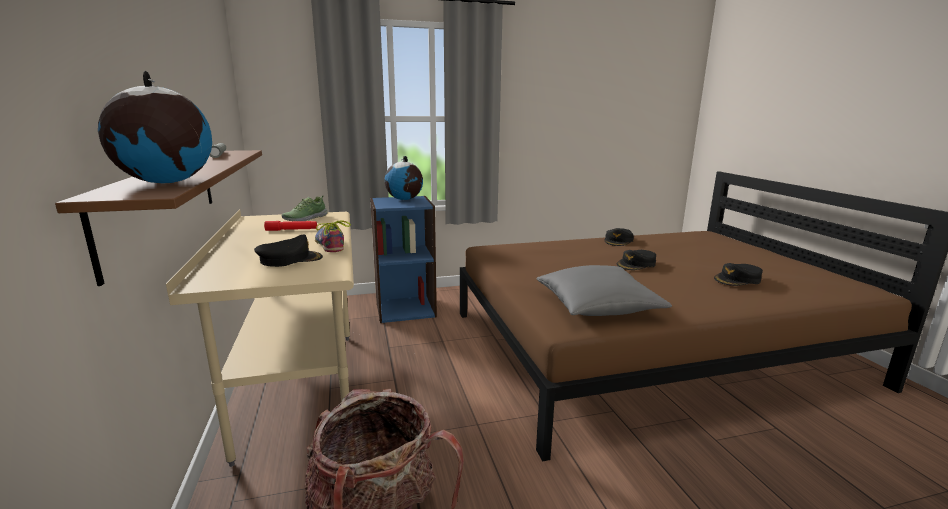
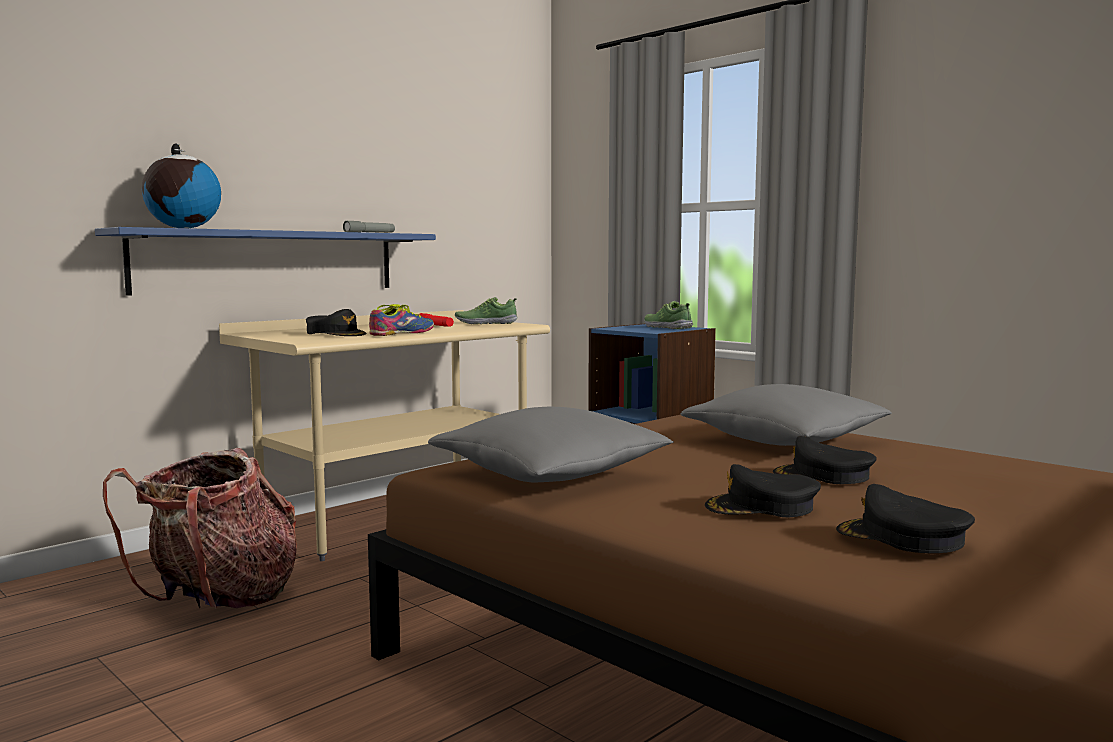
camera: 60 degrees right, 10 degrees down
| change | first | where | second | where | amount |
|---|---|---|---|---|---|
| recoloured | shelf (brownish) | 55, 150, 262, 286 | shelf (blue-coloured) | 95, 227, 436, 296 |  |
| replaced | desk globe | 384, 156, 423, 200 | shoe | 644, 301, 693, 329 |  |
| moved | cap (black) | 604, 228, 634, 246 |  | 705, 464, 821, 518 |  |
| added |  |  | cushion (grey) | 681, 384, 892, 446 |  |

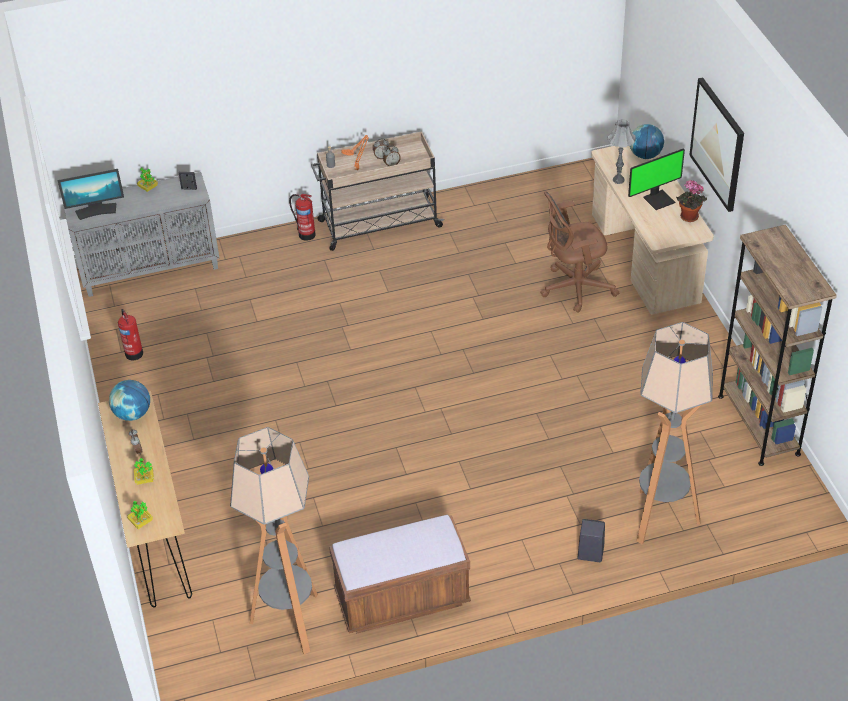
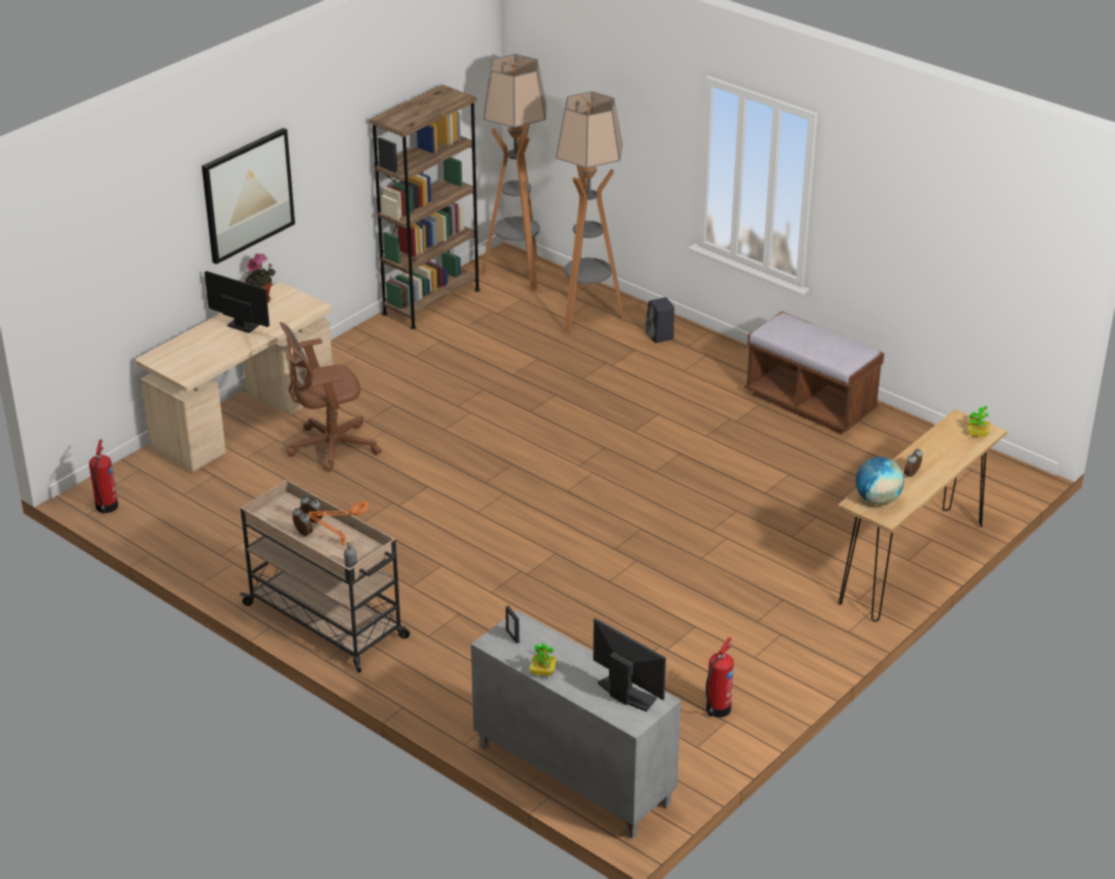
camera: 125 degrees left, 10 degrees down
| change | first | where | second | where | amount |
|---|---|---|---|---|---|
| removed | table lamp (grey) | 607, 119, 636, 184 |  |  |  |
| removed | desk globe | 630, 124, 664, 159 |  |  |  |
| turned | desk chair (brownish) | 540, 191, 619, 313 |  | 280, 322, 381, 472 | 120 degrees clockwise |
| moved | fire extinguisher | 289, 194, 316, 241 |  | 89, 439, 118, 514 |  |
| moved | floor lamp | 230, 427, 318, 654 |  | 481, 54, 546, 291 |  |
| removed | potted plant | 134, 458, 154, 485 |  |  |  |

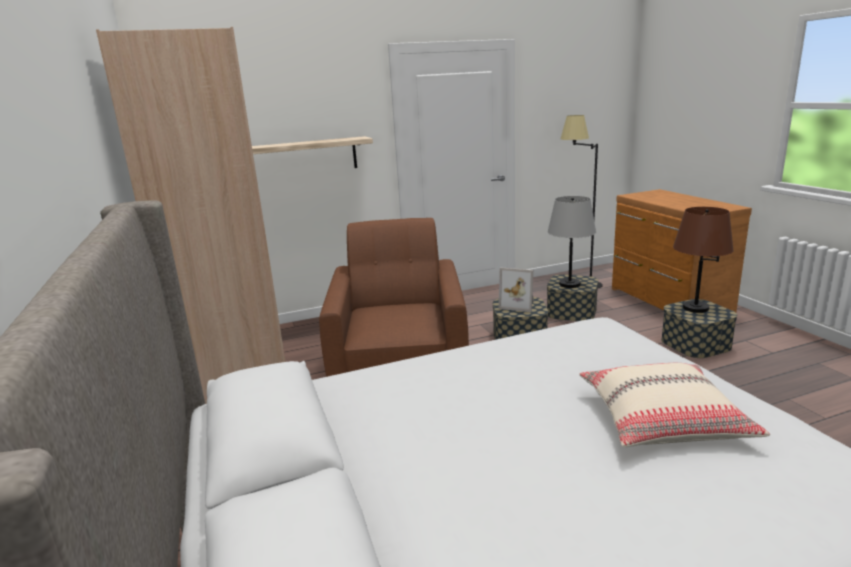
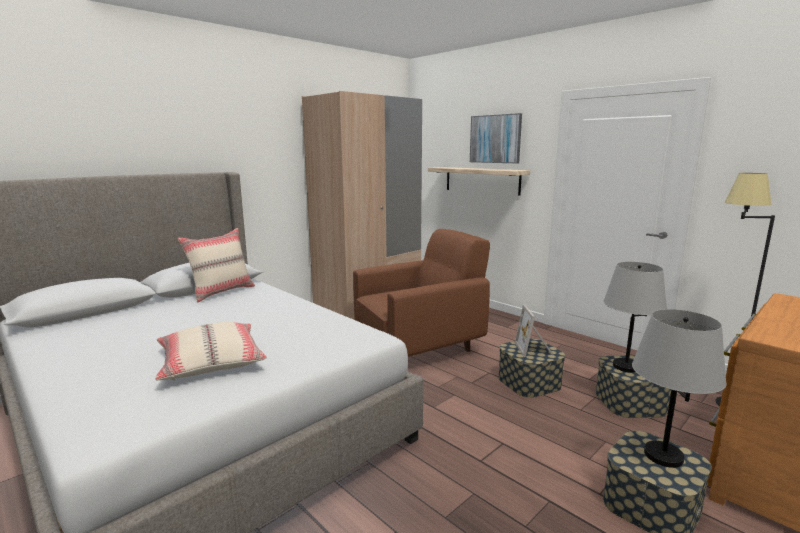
camera: 65 degrees right, 5 degrees down
| change | first | where | second | where | amount |
|---|---|---|---|---|---|
| recoloured | table lamp (brownish) | 673, 207, 734, 313 | table lamp (grey) | 632, 309, 726, 468 |  |
| added |  |  | wall picture | 470, 113, 522, 163 |  |
| added |  |  | cushion (beige) | 178, 228, 255, 302 |  |

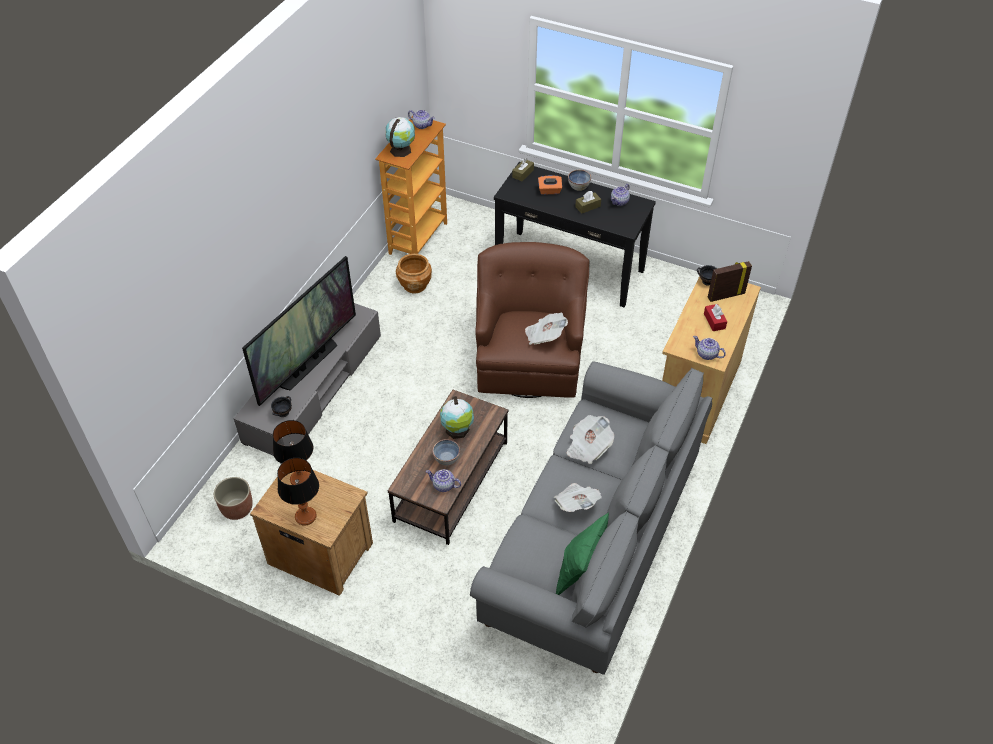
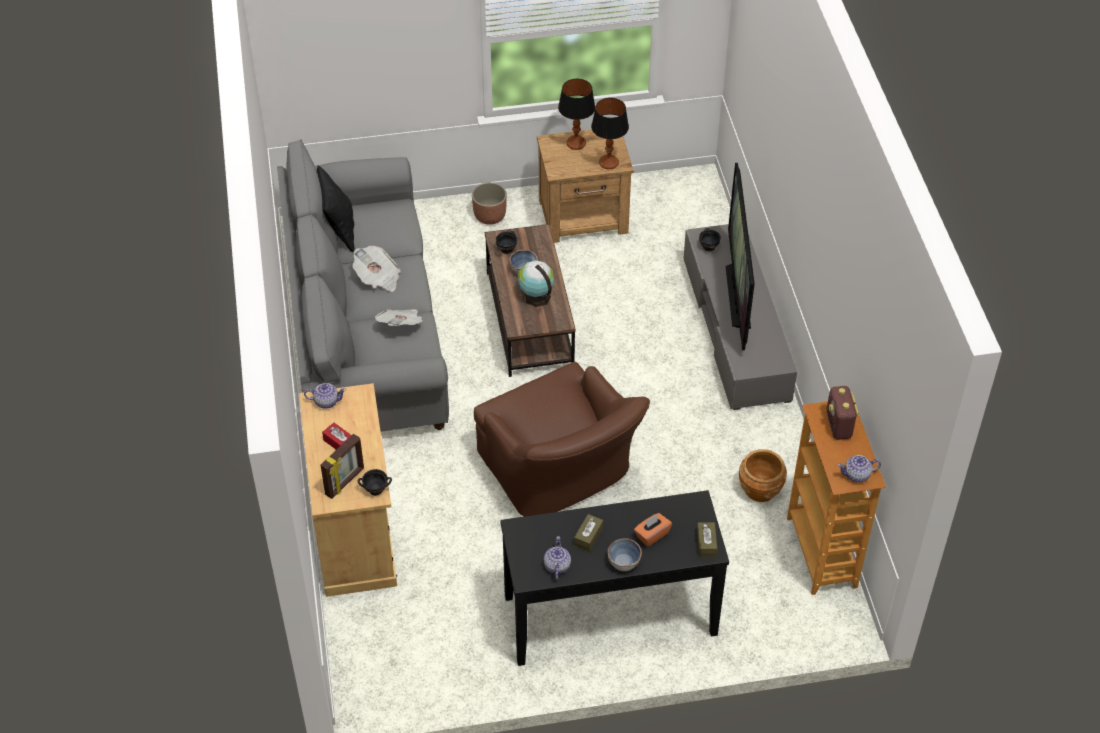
camera: 145 degrees right, 0 degrees up
| change | first | where | second | where | amount |
|---|---|---|---|---|---|
| replaced | desk globe | 386, 117, 415, 157 | radio | 826, 386, 859, 440 |  |
| removed | daily paper | 525, 313, 568, 345 |  |  |  |
| replaced | tea pot | 426, 469, 461, 492 | deep dish (black) | 496, 231, 517, 254 |  |
| moved | planter | 214, 477, 253, 520 |  | 472, 182, 507, 225 |  |
| recoloured | cushion (greenish) | 556, 513, 609, 595 | cushion (black) | 317, 165, 355, 253 |  |

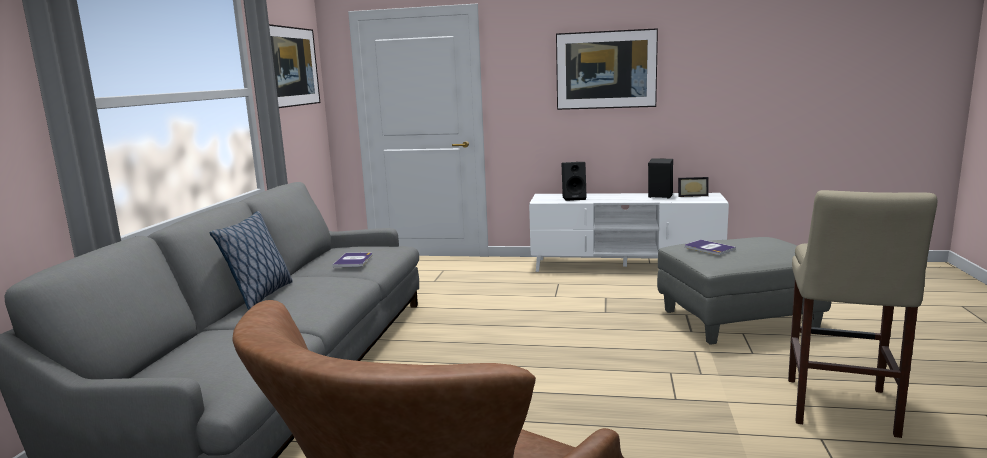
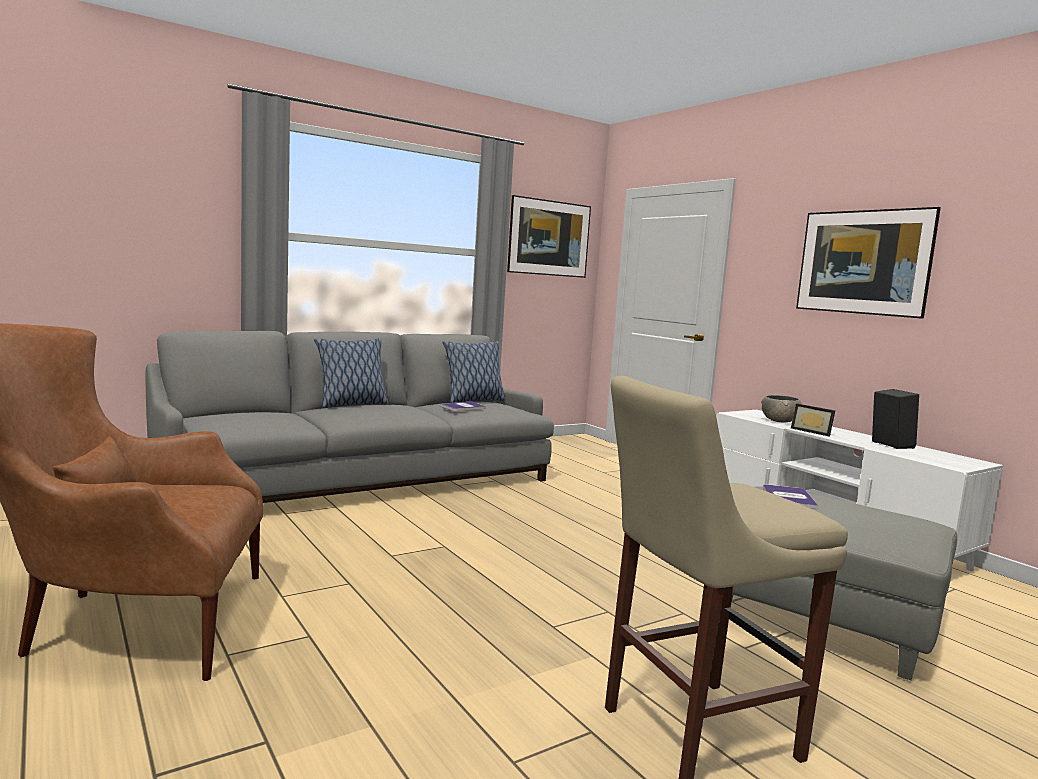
camera: 45 degrees right, 5 degrees down
| change | first | where | second | where | amount |
|---|---|---|---|---|---|
| replaced | loudspeaker (black) | 561, 162, 587, 201 | deep dish (grey) | 761, 395, 802, 422 |  |
| moved | photo frame | 678, 177, 709, 197 |  | 791, 403, 835, 437 |  |
| added |  |  | cushion | 443, 341, 506, 403 |  |

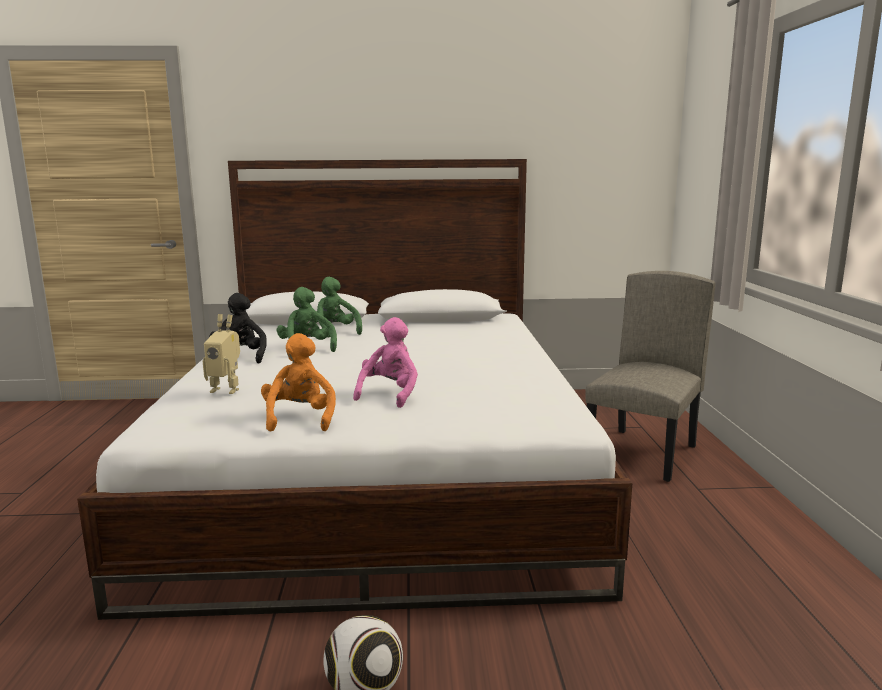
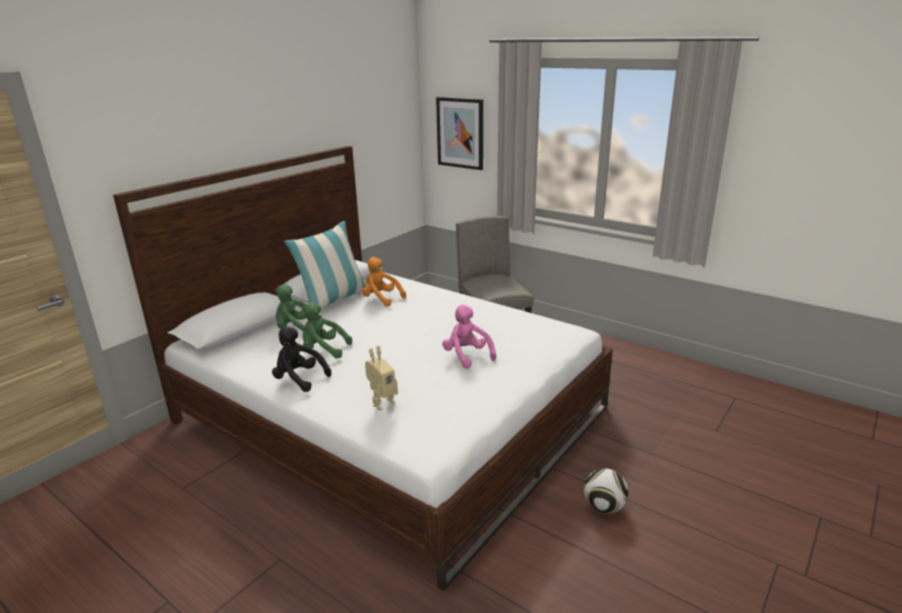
camera: 50 degrees left, 10 degrees up
| change | first | where | second | where | amount |
|---|---|---|---|---|---|
| moved | plush toy (orangey) | 261, 333, 336, 432 |  | 362, 257, 406, 307 |  |
| added |  |  | wall picture | 436, 97, 483, 170 |  |
| added |  |  | cushion | 284, 221, 365, 310 |  |

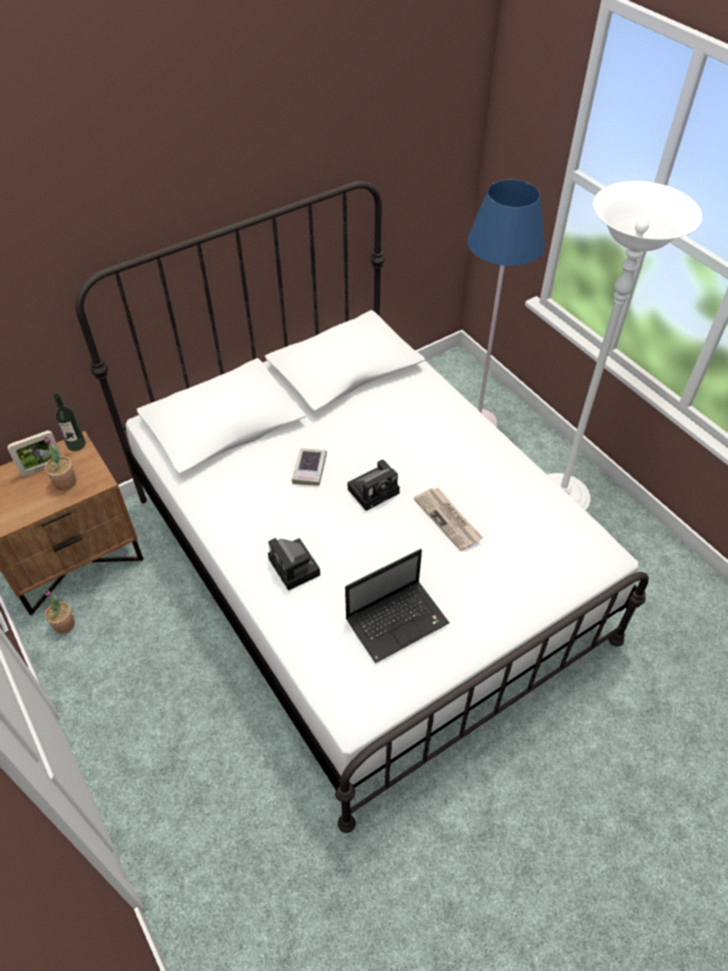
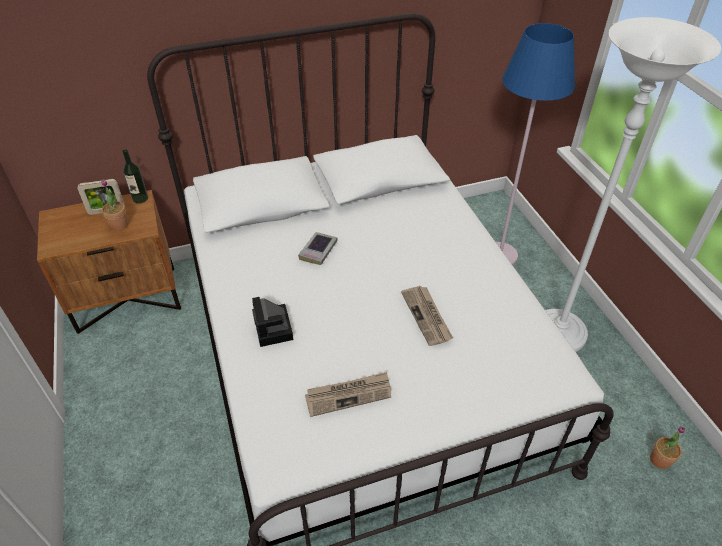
camera: 15 degrees right, 5 degrees down
| change | first | where | second | where | amount |
|---|---|---|---|---|---|
| removed | photo camera | 348, 459, 400, 511 |  |  |  |
| replaced | notebook computer | 345, 549, 450, 663 | daily paper | 305, 372, 391, 417 |  |
| moved | potted plant | 45, 590, 75, 633 |  | 650, 426, 685, 469 |  |

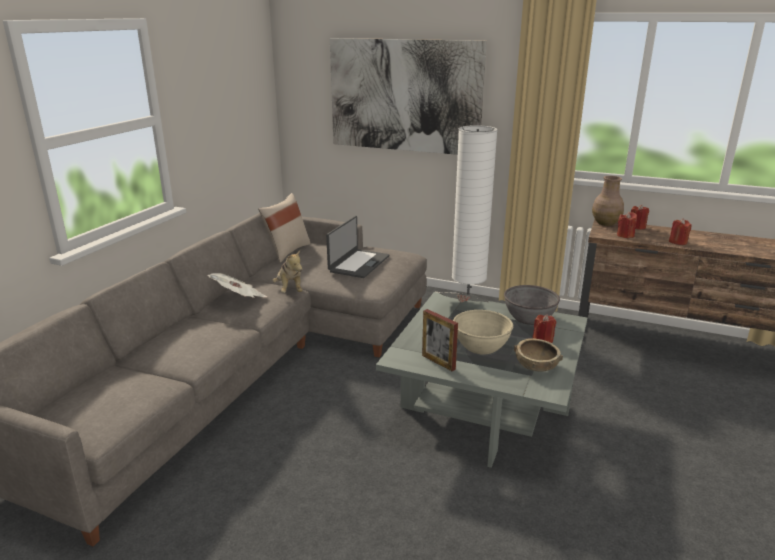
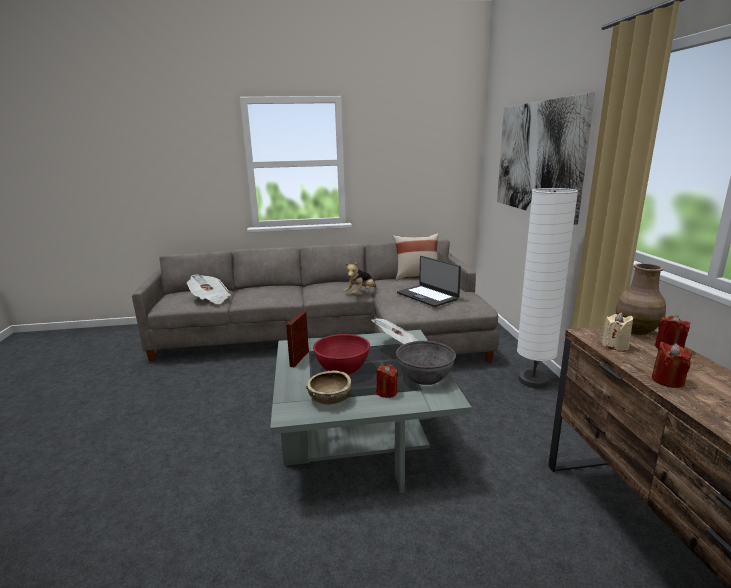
camera: 60 degrees right, 5 degrees down
| change | first | where | second | where | amount |
|---|---|---|---|---|---|
| recoloured | candle (reddish) | 617, 212, 637, 238 | candle (beige) | 602, 312, 633, 351 |  |
| turned | notebook computer | 326, 216, 390, 278 |  | 397, 256, 461, 307 | 60 degrees clockwise |
| moved | daily paper | 207, 273, 268, 298 |  | 187, 275, 231, 304 |  |
| recoloured | deep dish (beige) | 453, 310, 513, 354 | deep dish (reddish) | 313, 334, 370, 375 |  |

